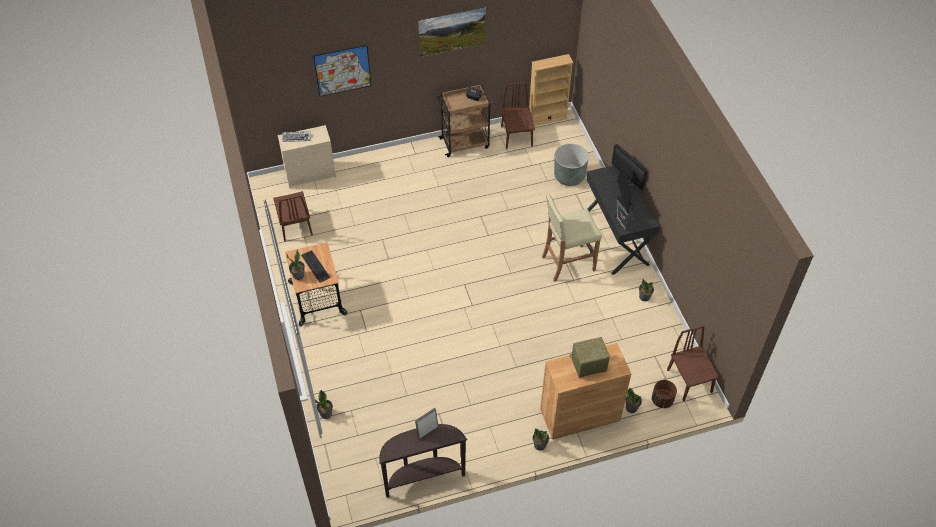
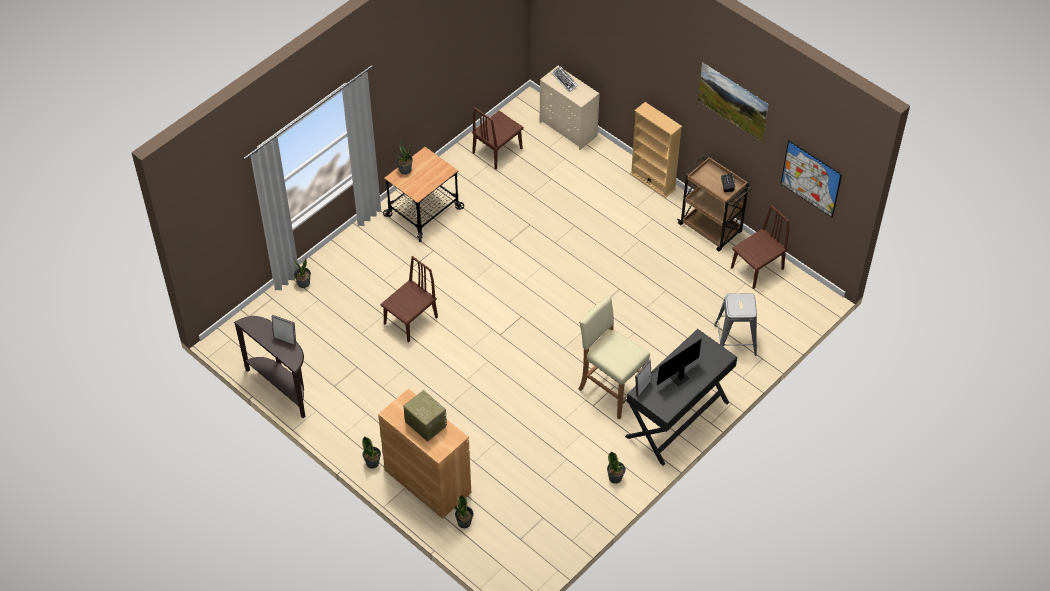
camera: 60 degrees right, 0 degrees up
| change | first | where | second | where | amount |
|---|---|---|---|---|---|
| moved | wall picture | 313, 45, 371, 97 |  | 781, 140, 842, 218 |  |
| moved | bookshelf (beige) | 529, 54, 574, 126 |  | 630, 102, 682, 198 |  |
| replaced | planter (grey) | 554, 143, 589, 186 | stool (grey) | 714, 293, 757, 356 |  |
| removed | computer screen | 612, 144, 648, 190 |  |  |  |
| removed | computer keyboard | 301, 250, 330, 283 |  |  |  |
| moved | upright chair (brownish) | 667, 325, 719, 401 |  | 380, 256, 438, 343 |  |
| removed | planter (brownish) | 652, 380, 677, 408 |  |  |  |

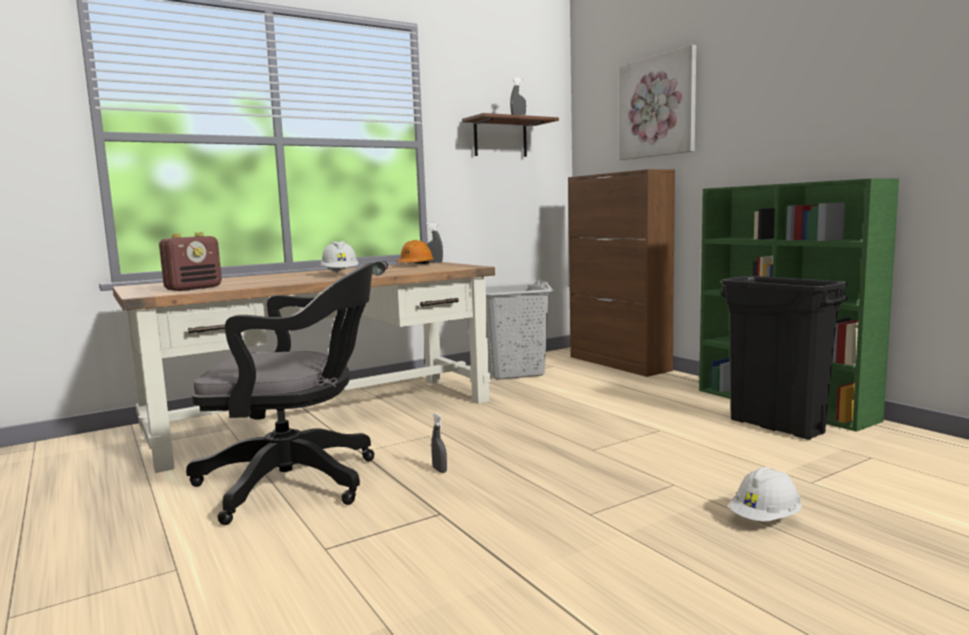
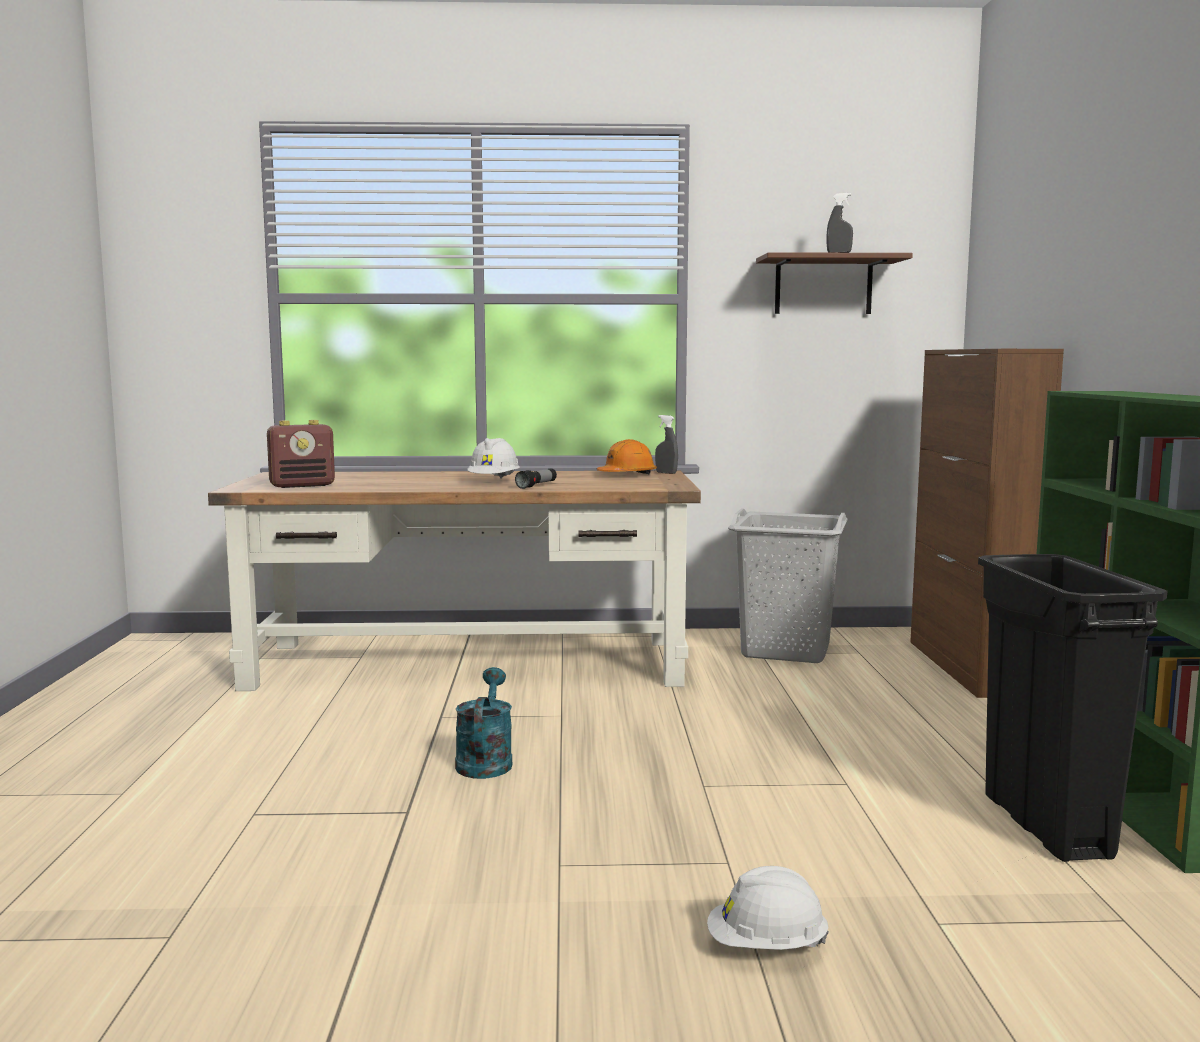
camera: 30 degrees right, 0 degrees up
| change | first | where | second | where | amount |
|---|---|---|---|---|---|
| removed | wall picture | 619, 45, 696, 160 |  |  |  |
| removed | desk chair (black) | 186, 263, 374, 525 |  |  |  |
| replaced | sprayer (grey) | 431, 413, 447, 473 | watering pot (blue-green) | 455, 667, 512, 779 |  |

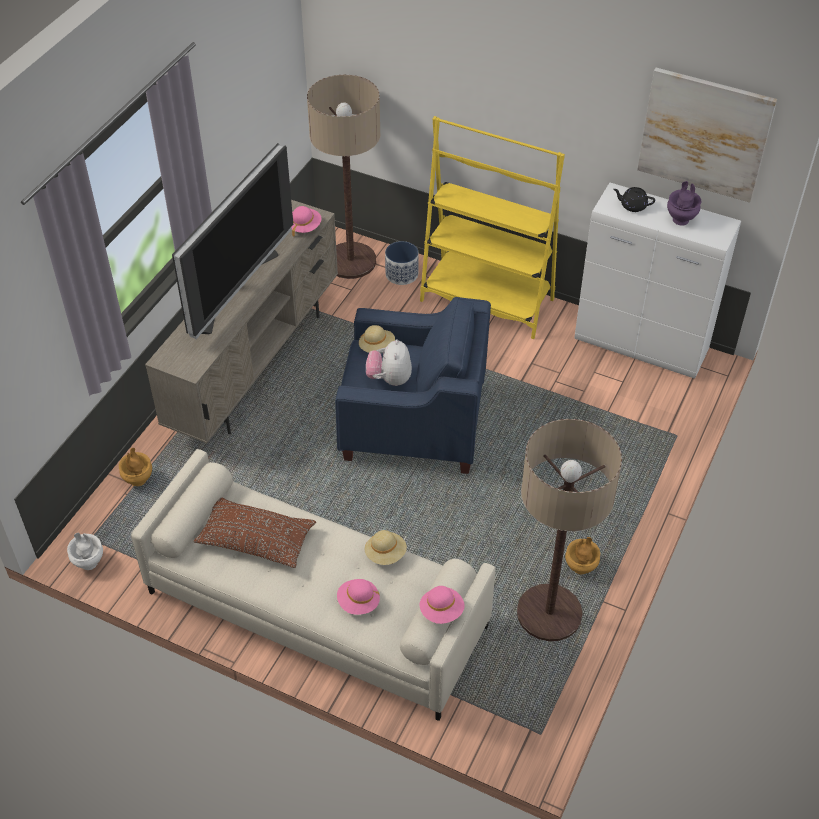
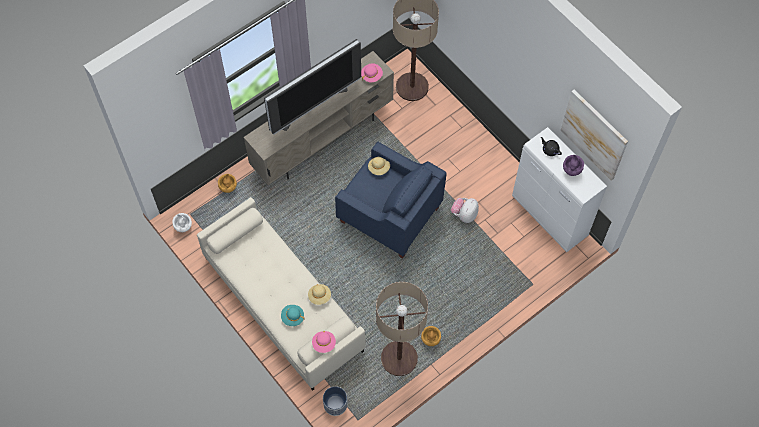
camera: 25 degrees right, 15 degrees up
| change | first | where | second | where | amount |
|---|---|---|---|---|---|
| removed | bookshelf (yellow-coloured) | 420, 116, 565, 339 |  |  |  |
| moved | planter | 385, 241, 419, 285 |  | 323, 386, 348, 416 |  |
| moved | plush toy | 366, 339, 412, 386 |  | 451, 198, 479, 223 |  |
| removed | cushion (brownish) | 194, 497, 316, 568 |  |  |  |
| recoloured | wearable hat (pink-coloured) | 337, 579, 380, 615 | wearable hat (blue-green) | 281, 305, 304, 326 |  |

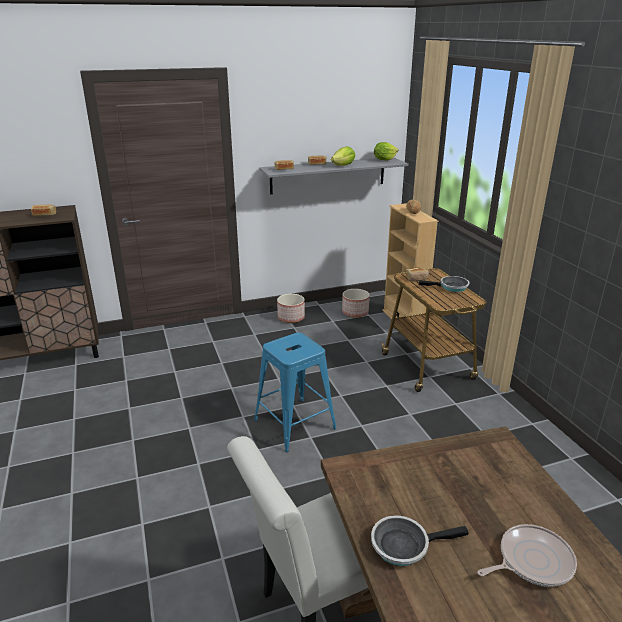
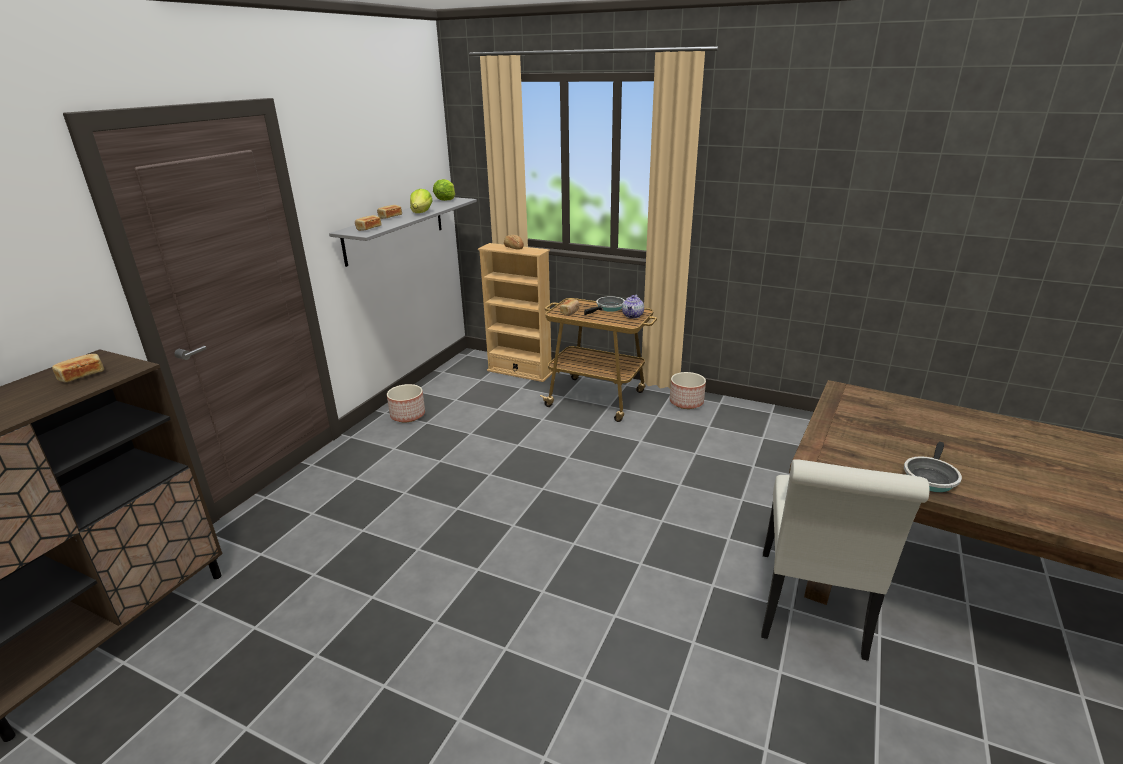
camera: 45 degrees left, 0 degrees up
| change | first | where | second | where | amount |
|---|---|---|---|---|---|
| moved | planter | 342, 289, 370, 317 |  | 670, 372, 706, 409 |  |
| removed | stool (blue-coloured) | 254, 333, 337, 452 |  |  |  |
| removed | skillet | 477, 524, 577, 587 |  |  |  |
| added |  |  | tea pot | 622, 295, 644, 318 |  |

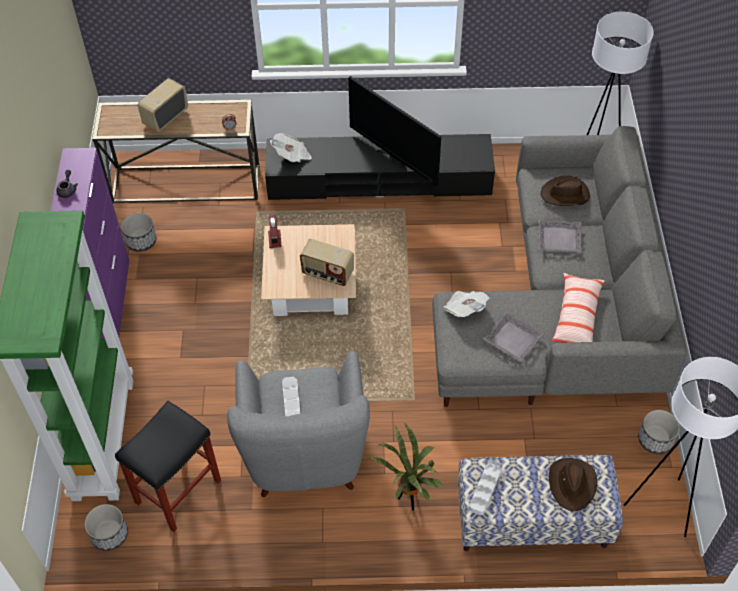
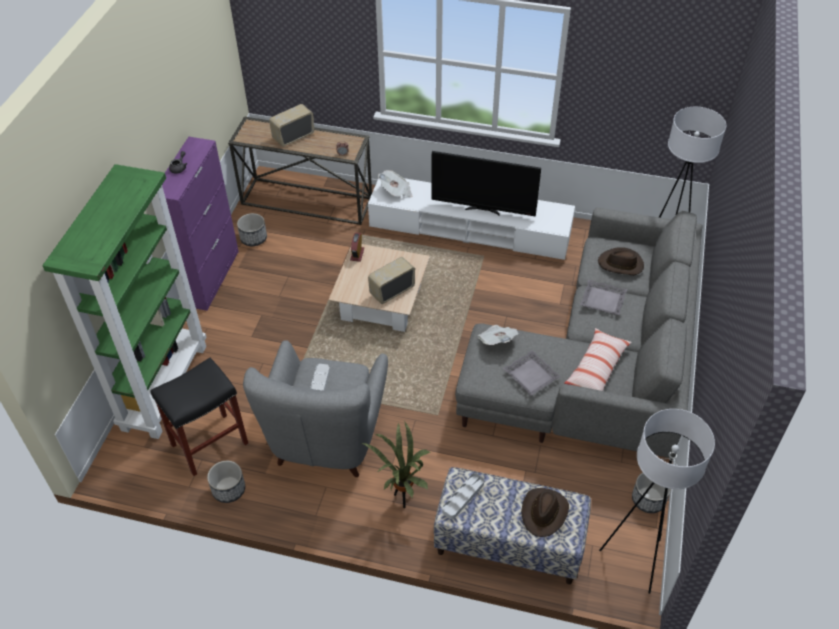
camera: 15 degrees right, 5 degrees down
| change | first | where | second | where | amount |
|---|---|---|---|---|---|
| turned | TV set | 348, 76, 441, 187 |  | 431, 151, 541, 217 | 45 degrees counterclockwise |
| recoloured | tv unit (black) | 265, 134, 495, 200 | tv unit (whitish) | 368, 178, 575, 260 |  |
| turned | radio | 300, 239, 354, 286 |  | 368, 257, 415, 304 | 105 degrees clockwise |
| moved | planter | 84, 504, 128, 551 |  | 207, 461, 245, 503 |  |

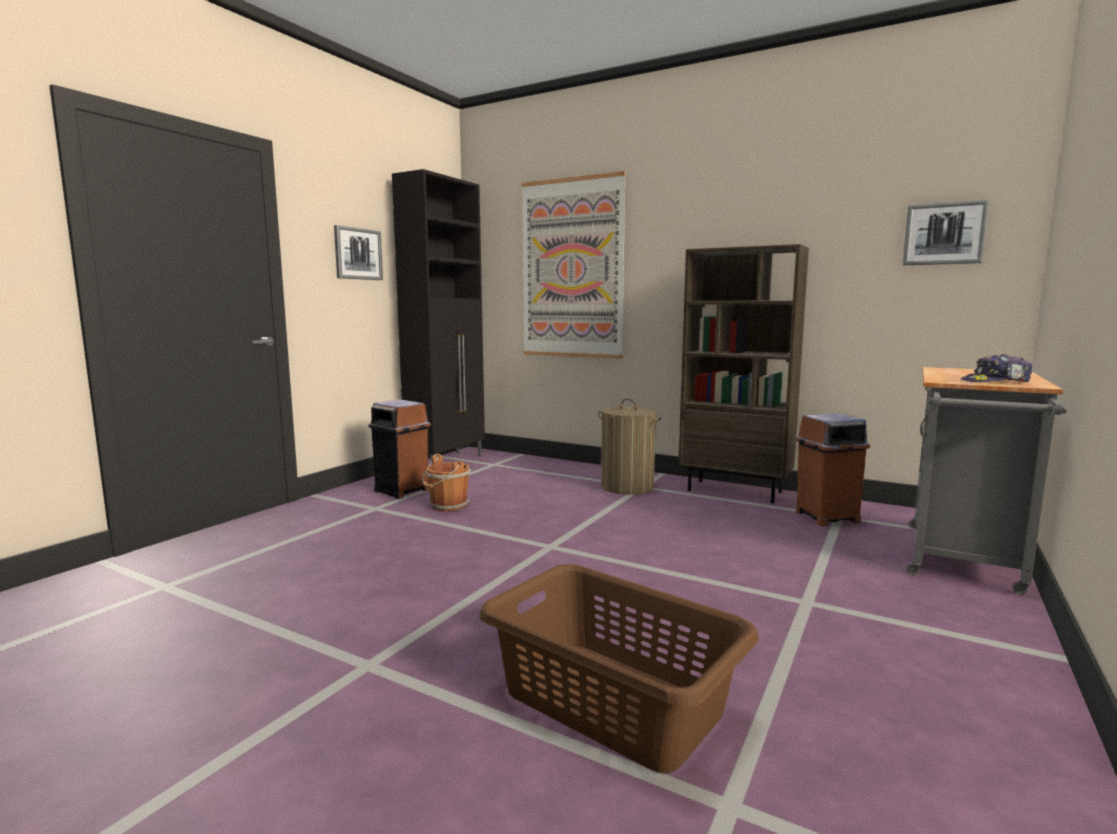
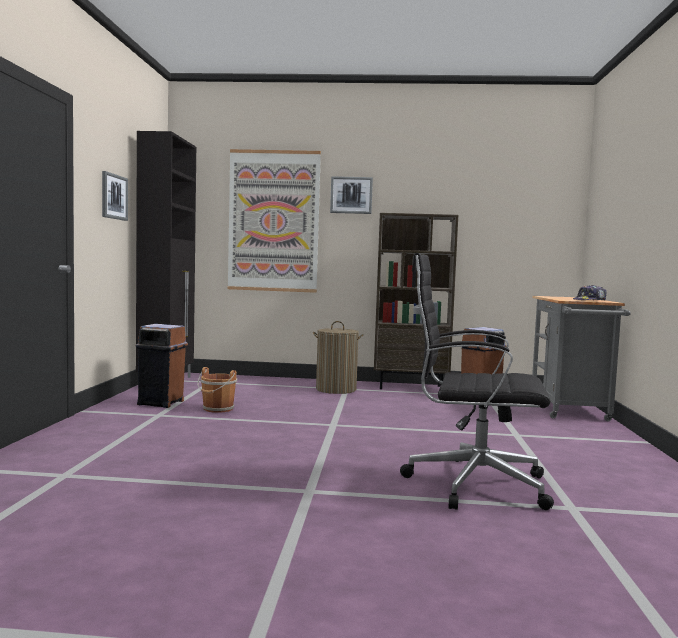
camera: 25 degrees left, 5 degrees down
| change | first | where | second | where | amount |
|---|---|---|---|---|---|
| moved | wall picture | 903, 200, 989, 265 |  | 330, 176, 373, 214 |  |
| replaced | hamper (brownish) | 479, 564, 759, 773 | desk chair (black) | 400, 253, 554, 510 |  |

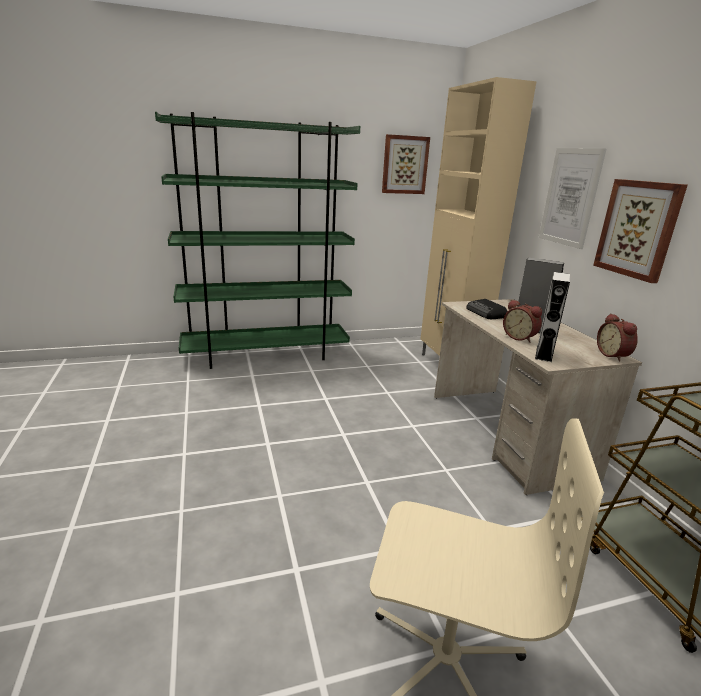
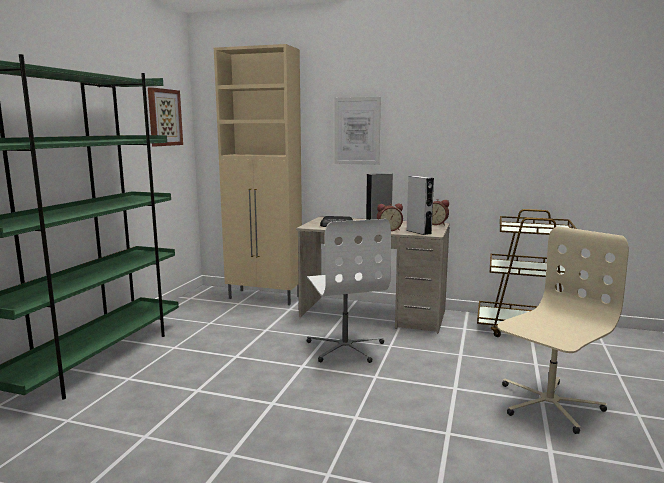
camera: 55 degrees left, 10 degrees down
| change | first | where | second | where | amount |
|---|---|---|---|---|---|
| removed | wall picture | 593, 179, 687, 283 |  |  |  |
| added |  |  | desk chair (whitish) | 306, 219, 391, 363 |  |

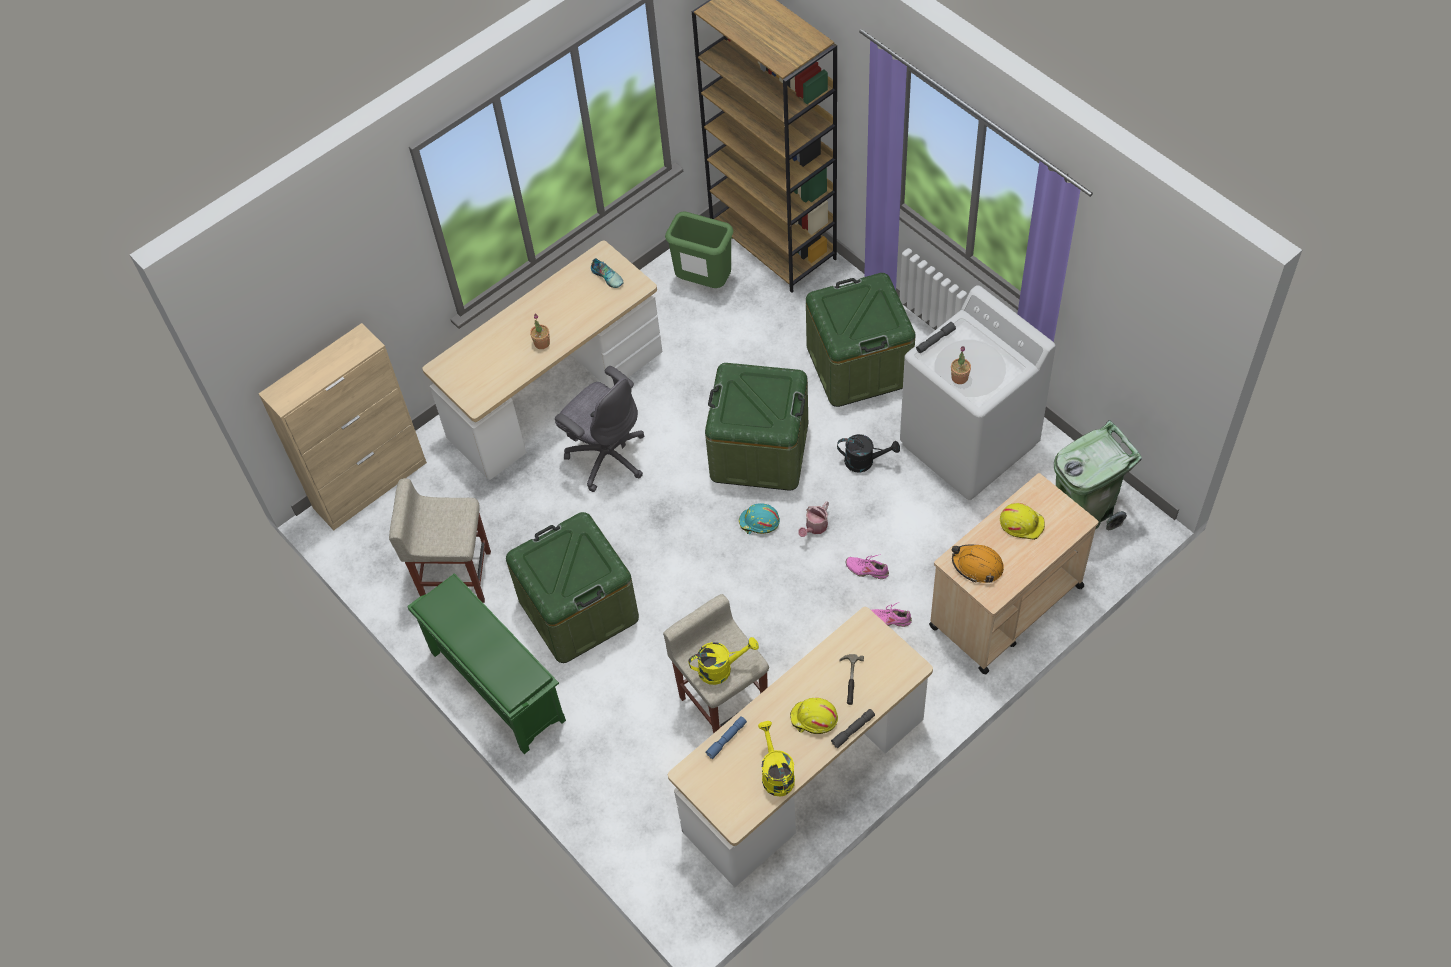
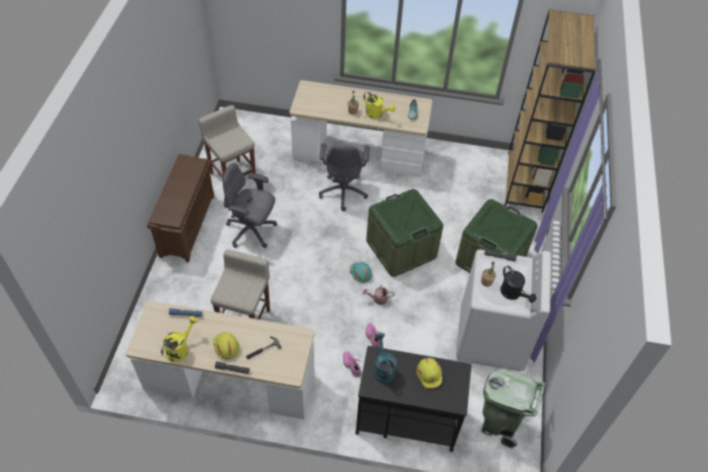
camera: 45 degrees right, 5 degrees down
| change | first | where | second | where | amount |
|---|---|---|---|---|---|
| removed | rubbish bin (greenish) | 665, 211, 733, 288 |  |  |  |
| removed | cabinet (beige) | 259, 323, 427, 531 |  |  |  |
| moved | watering pot (black) | 837, 434, 900, 473 |  | 500, 266, 537, 303 |  |
| recoloured | cart (beige) | 929, 473, 1099, 675 | cart (black) | 355, 346, 471, 452 |  |
| replaced | storage container (greenish) | 506, 512, 639, 663 | desk chair (grey) | 223, 163, 277, 248 |  |
| replaced | work helmet (orangey) | 952, 544, 1004, 583 | watering pot (blue-green) | 374, 333, 397, 383 |  |
| recoloured | shoe shelf (greenish) | 407, 573, 566, 754 | shoe shelf (brownish) | 147, 154, 214, 263 |  |
| moved | watering pot (yellow-coloured) | 688, 637, 759, 685 |  | 363, 92, 396, 119 |  |

